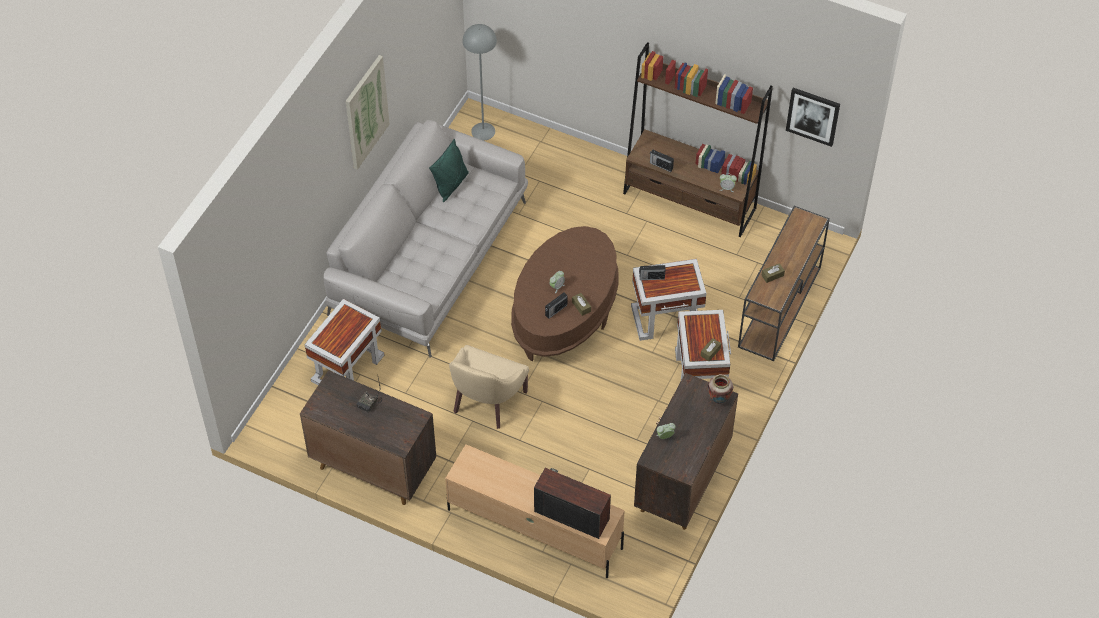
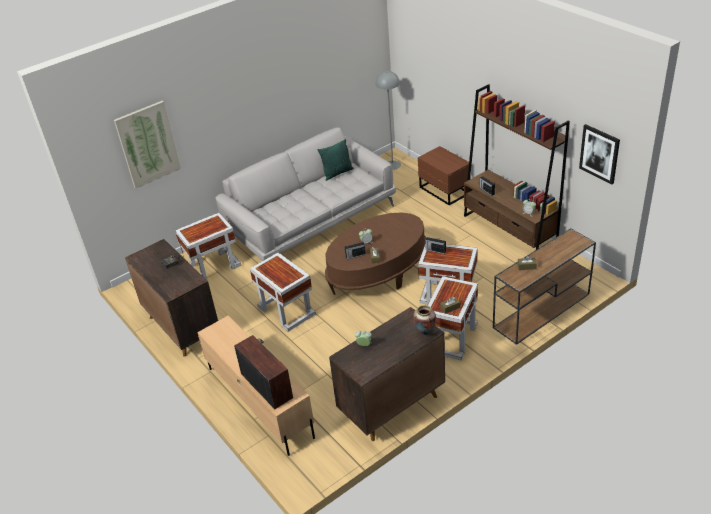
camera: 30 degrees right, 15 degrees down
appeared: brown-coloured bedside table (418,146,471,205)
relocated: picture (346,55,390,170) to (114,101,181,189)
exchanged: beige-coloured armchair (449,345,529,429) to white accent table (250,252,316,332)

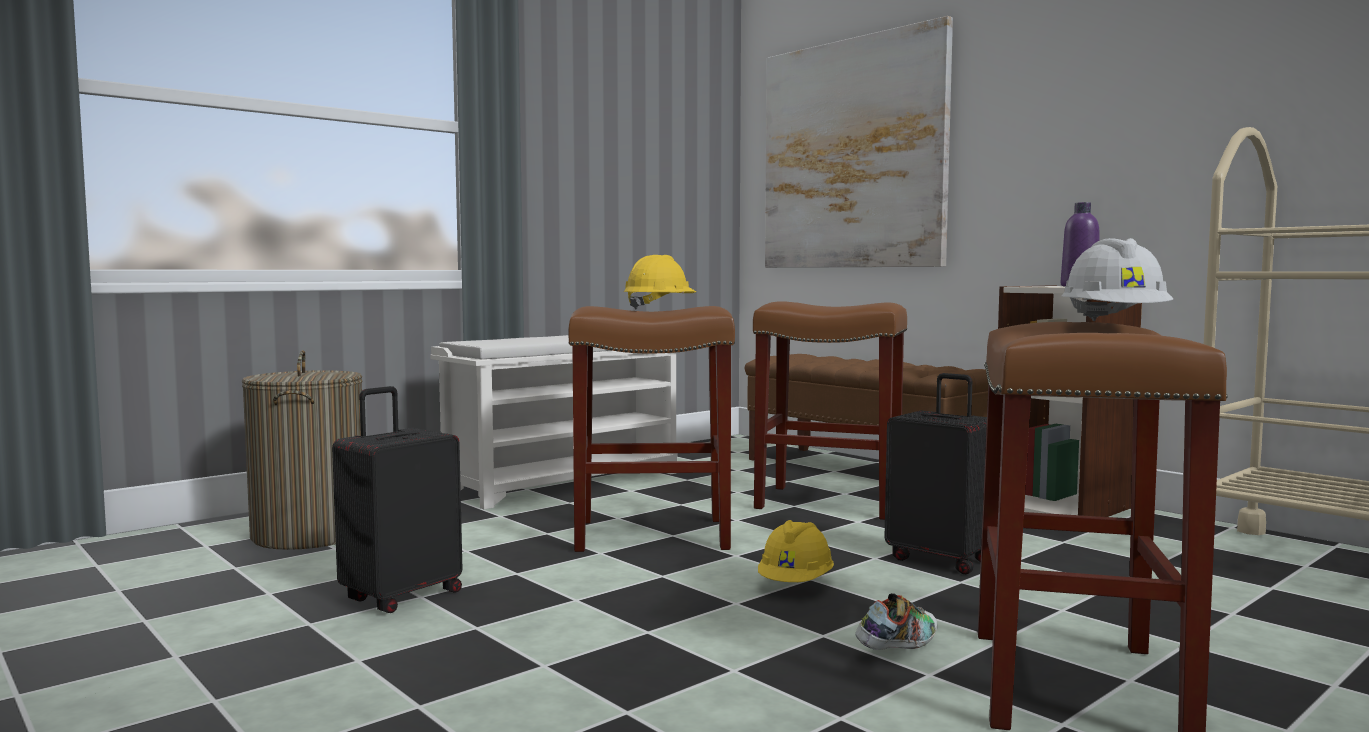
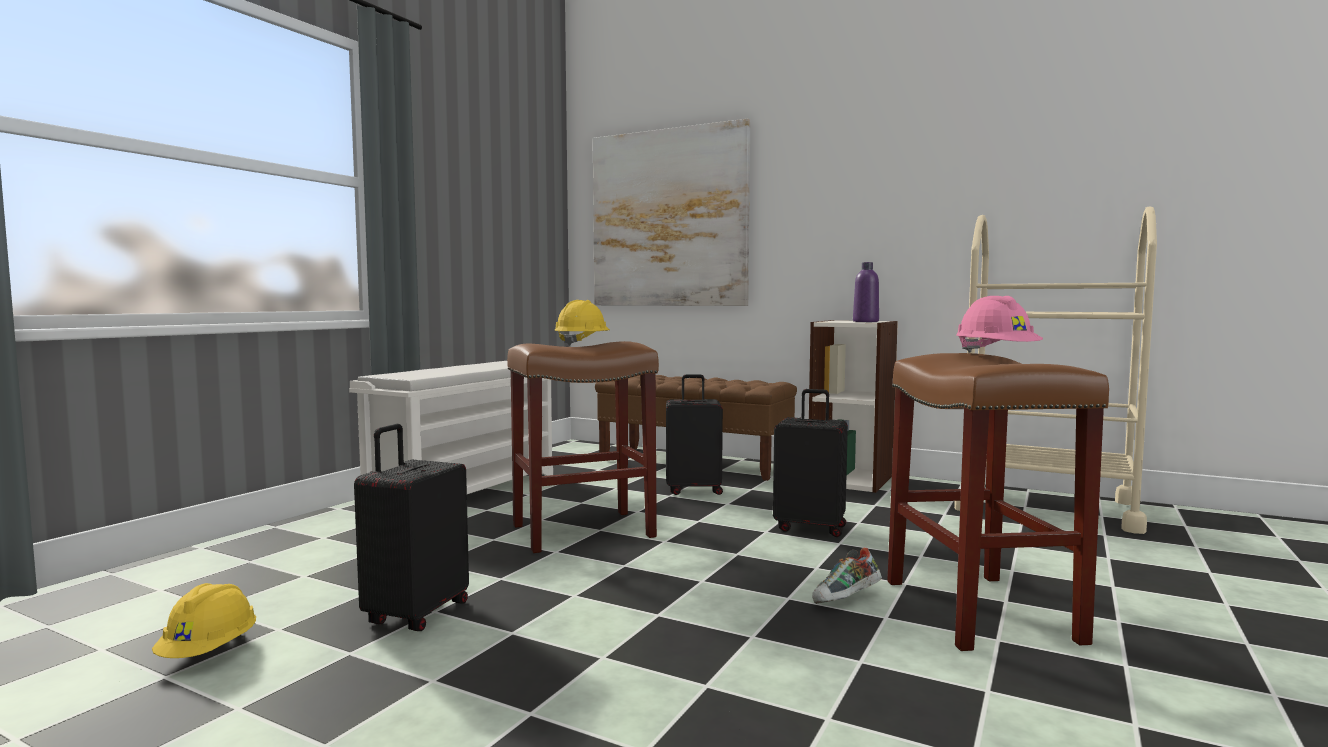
camera: 20 degrees left, 0 degrees up
missing: laundry basket (242,350,362,550)
relocated: yellow safety helmet (758,520,834,582) to (152,583,256,658)
exchanged: brown-coloured sitting stool (753,301,907,520) to black suitcase (666,375,723,495)
colour: white safety helmet (1062,238,1173,321) to pink-coloured safety helmet (956,296,1043,353)
spun: item of footwear (855,593,937,650) = (812,548,882,604) 150 degrees counterclockwise

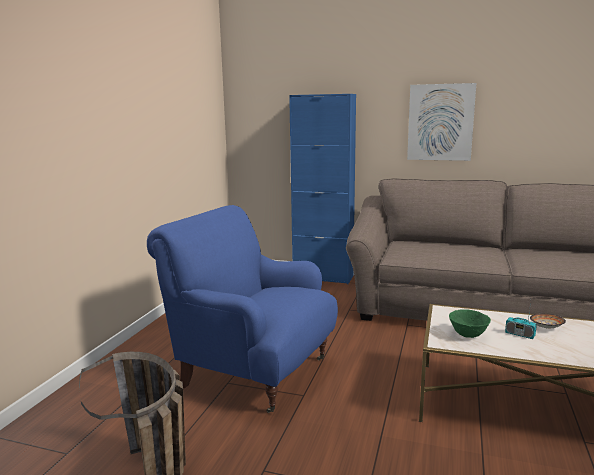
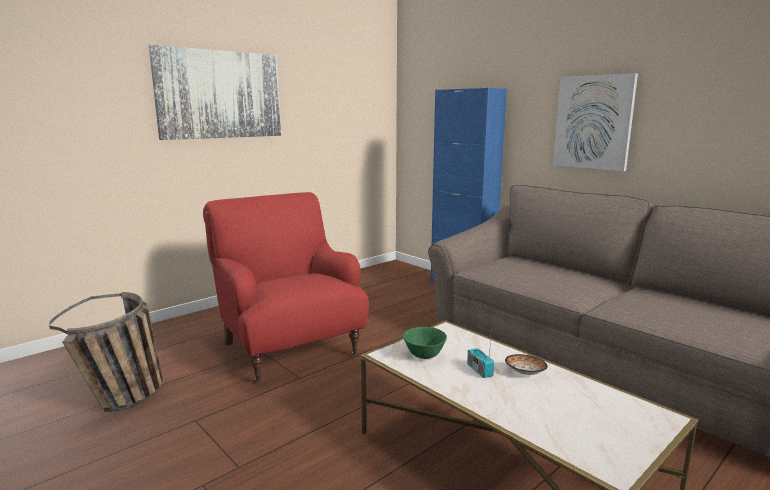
camera: 30 degrees right, 0 degrees up
appeared: picture (149,45,281,140)
colour: blue armchair (147,205,338,413) to red armchair (203,192,369,382)

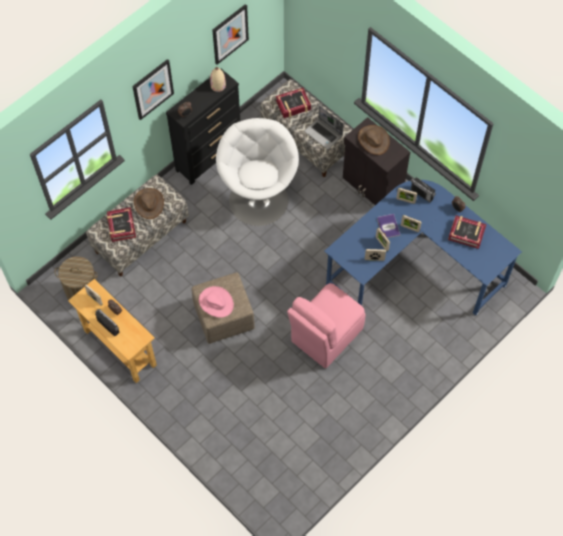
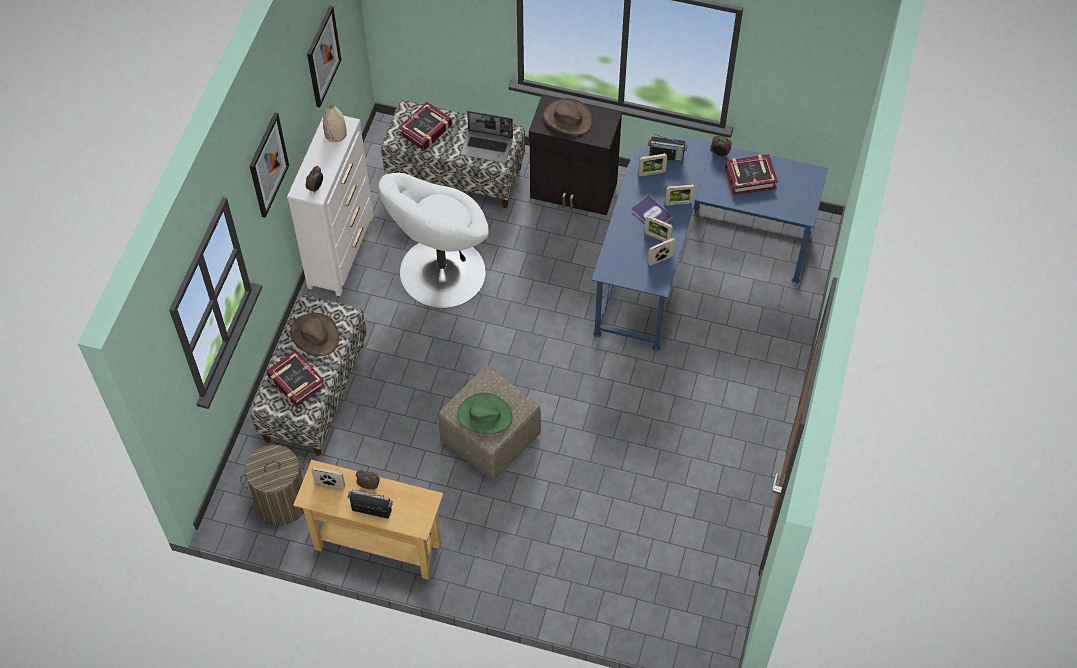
camera: 30 degrees left, 5 degrees down
missing: pink-coloured plain chair (287,283,366,368)
colour: black drawer chest (166,69,240,185) to white drawer chest (287,116,374,296); pink-coloured hat (199,286,234,318) to greenish hat (457,393,513,434)
spun: white armchair (216,118,299,226) = (378,173,489,308) 105 degrees counterclockwise

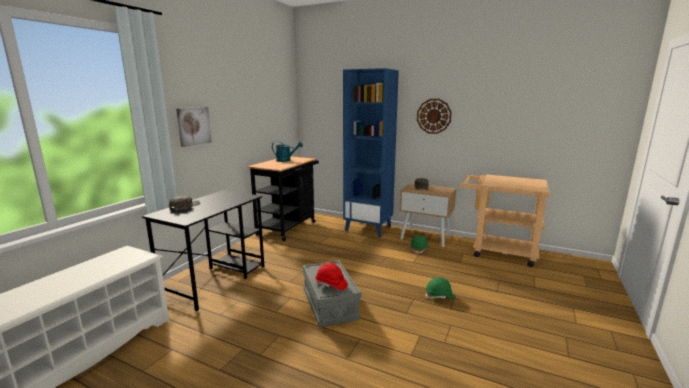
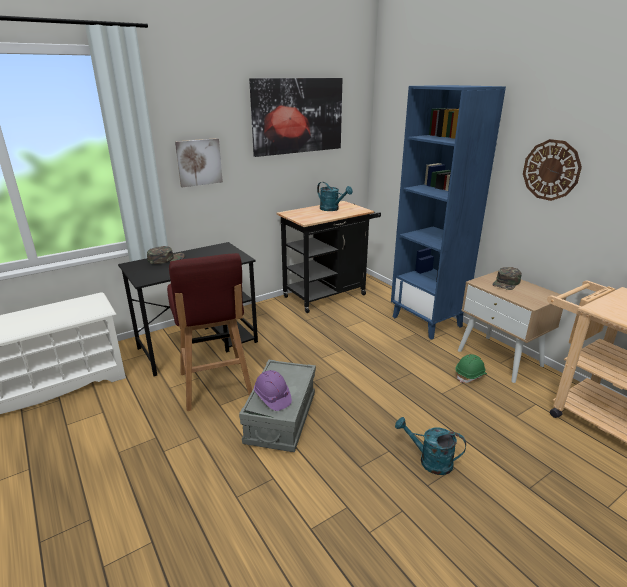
camera: 30 degrees right, 10 degrees up
appeared: red sitting stool (167,253,252,411); picture (249,78,342,157)
exchanged: greenish safety helmet (425,277,455,299) to turquoise watering pot (395,417,466,475)
colour: red safety helmet (315,263,348,290) to purple-coloured safety helmet (254,370,292,411)

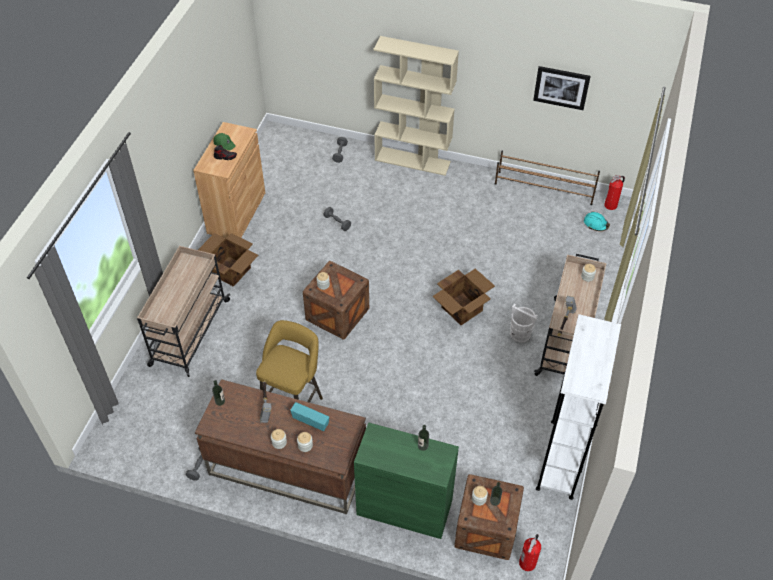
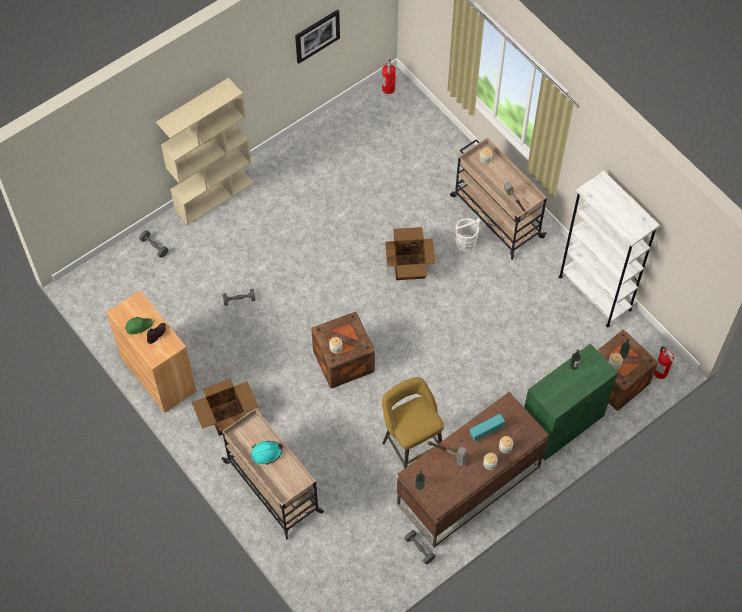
camera: 55 degrees left, 10 degrees up
missing: brown-coloured shoe rack (495,151,600,205)
relocated: turquoise safety helmet (584,211,610,231) to (251,441,283,465)

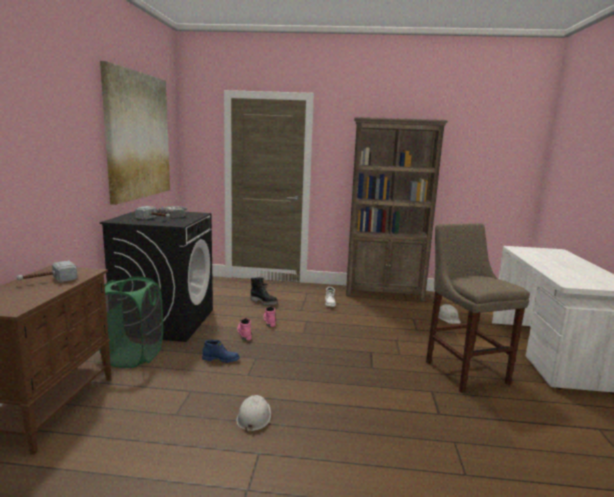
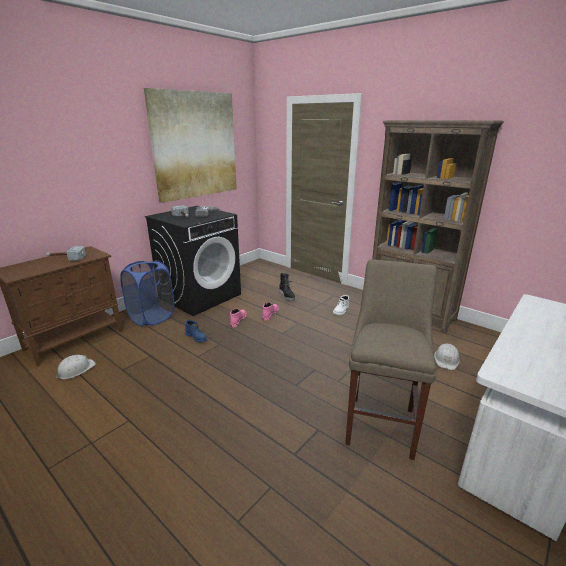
camera: 35 degrees right, 10 degrees up
relocated: white safety helmet (236,395,271,433) to (55,355,96,379)
colour: greenish laundry basket (99,276,163,368) to blue laundry basket (120,260,175,327)

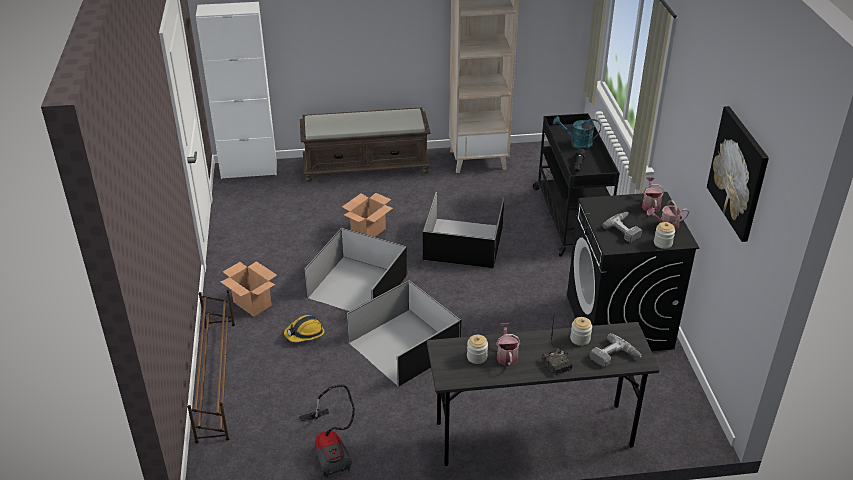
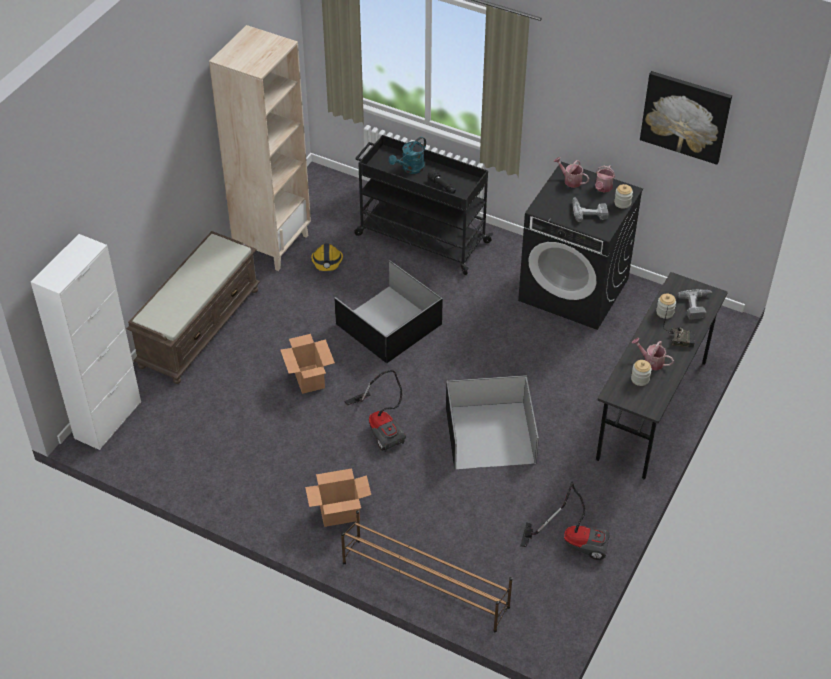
camera: 55 degrees left, 10 degrees up
relocated: safety helmet (284,315,325,342) to (311,243,343,271)
exchanged: black storage box (304,228,407,311) to vacuum (345,370,406,452)

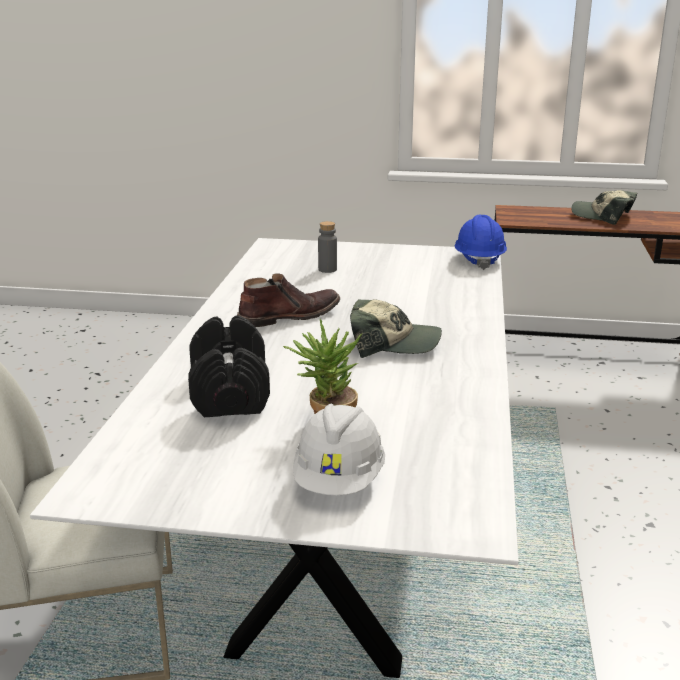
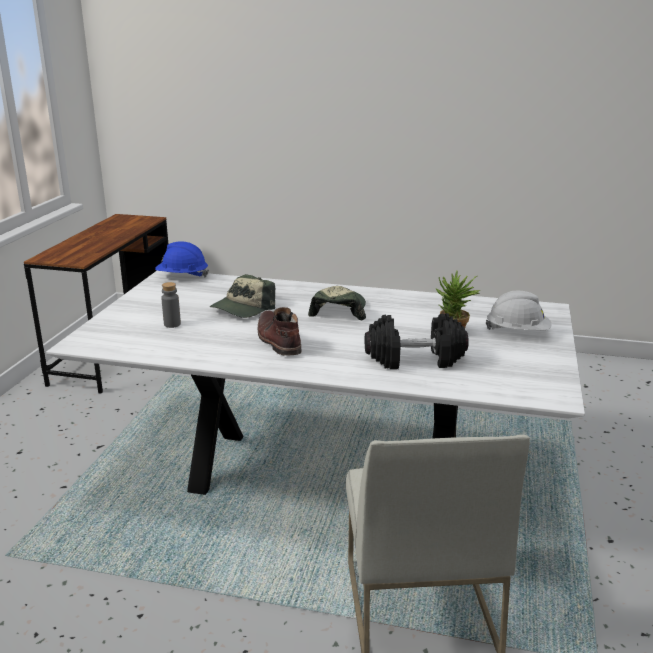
camera: 85 degrees left, 0 degrees up
relocated: peaked cap (572,190,638,225) to (210,274,275,318)

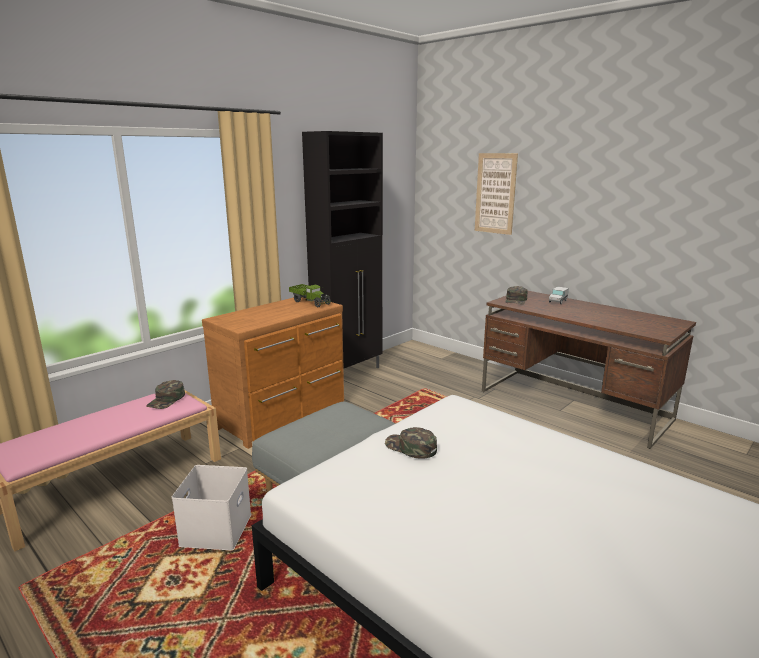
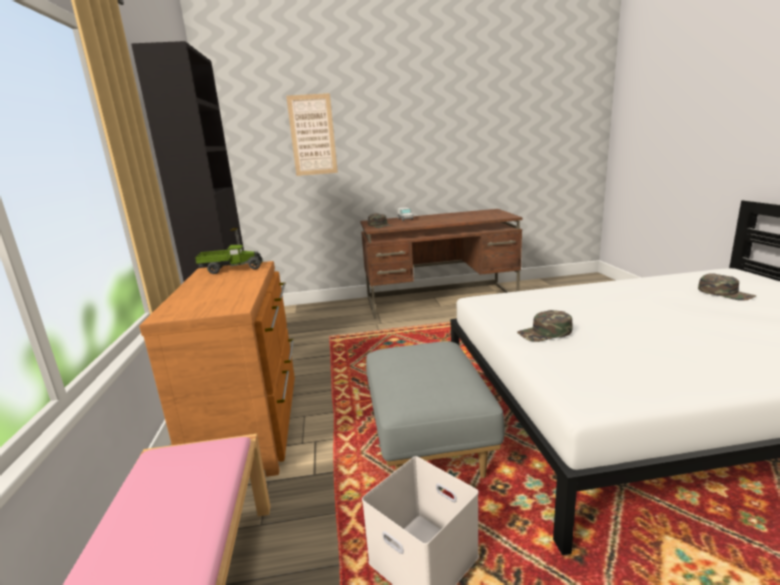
camera: 50 degrees left, 0 degrees up
relocated: greenish peaked cap (146,380,185,409) to (698,273,756,301)

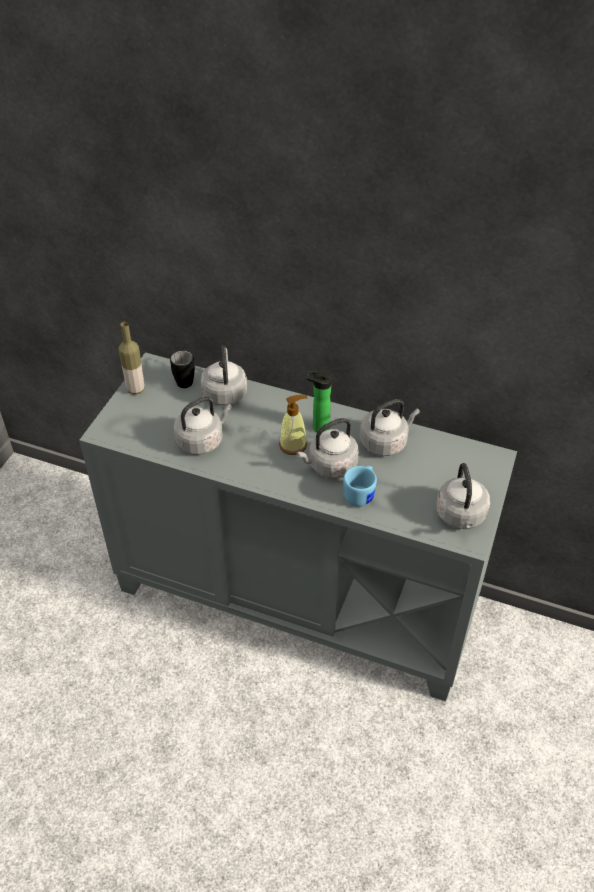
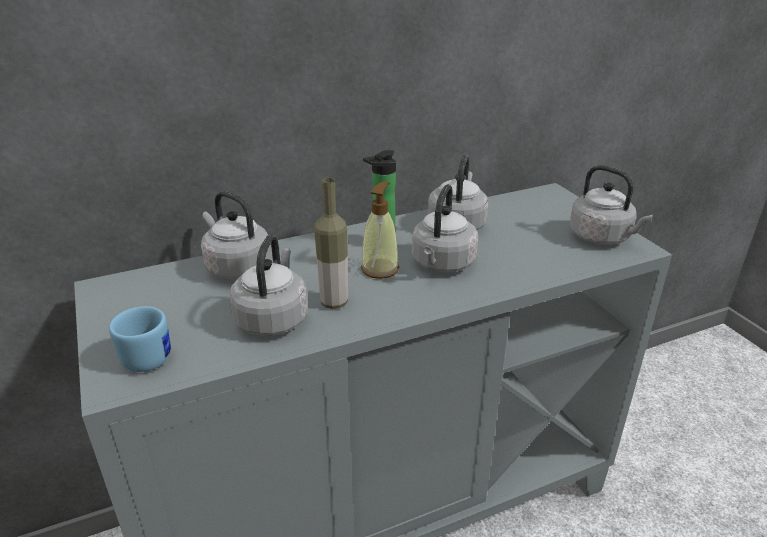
camera: 45 degrees left, 15 degrees down
missing: black tea mug (170,348,195,388)
relocated: drink bottle (118,322,145,395) to (314,178,348,309); blue tea mug (343,466,377,507) to (109,306,171,372)

